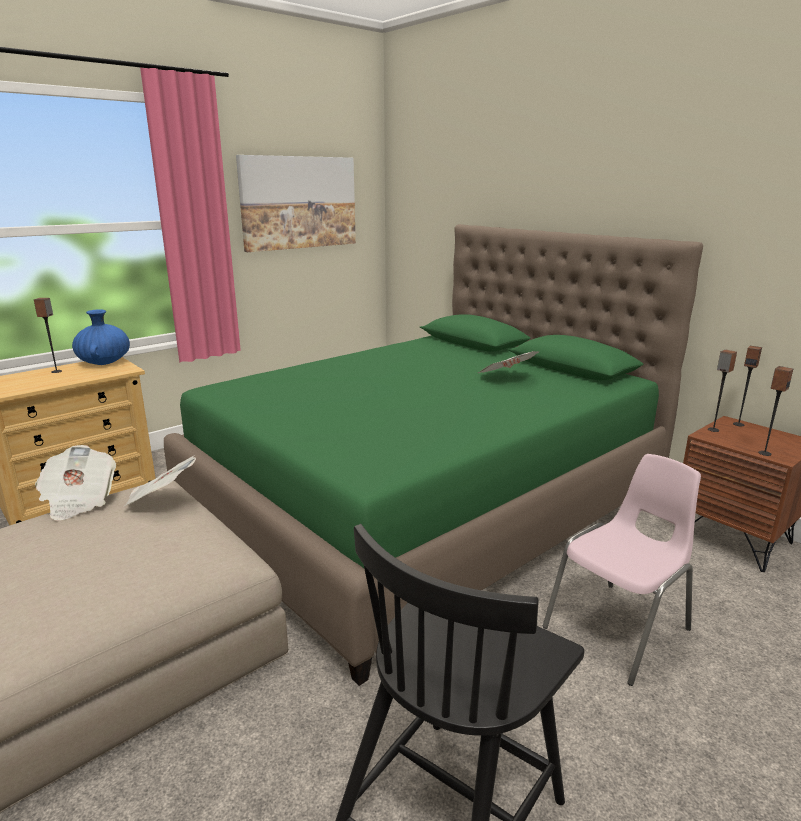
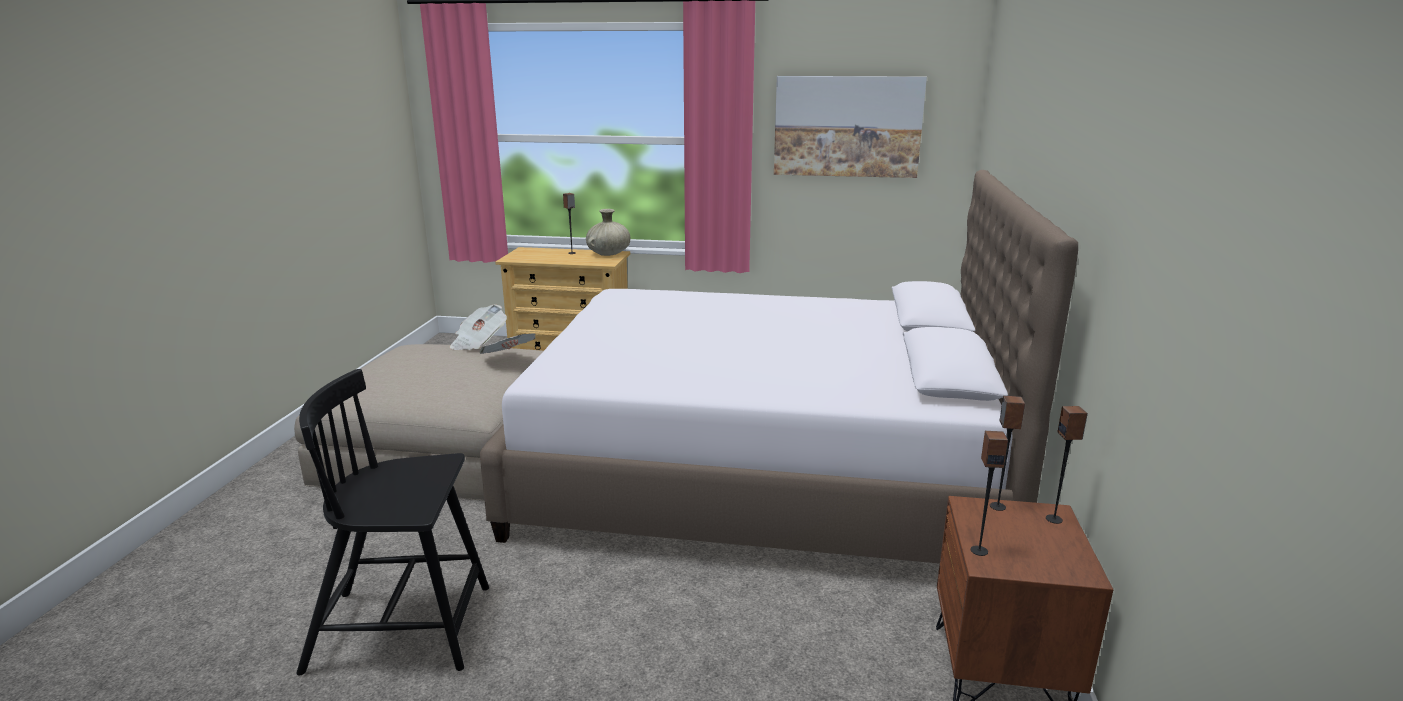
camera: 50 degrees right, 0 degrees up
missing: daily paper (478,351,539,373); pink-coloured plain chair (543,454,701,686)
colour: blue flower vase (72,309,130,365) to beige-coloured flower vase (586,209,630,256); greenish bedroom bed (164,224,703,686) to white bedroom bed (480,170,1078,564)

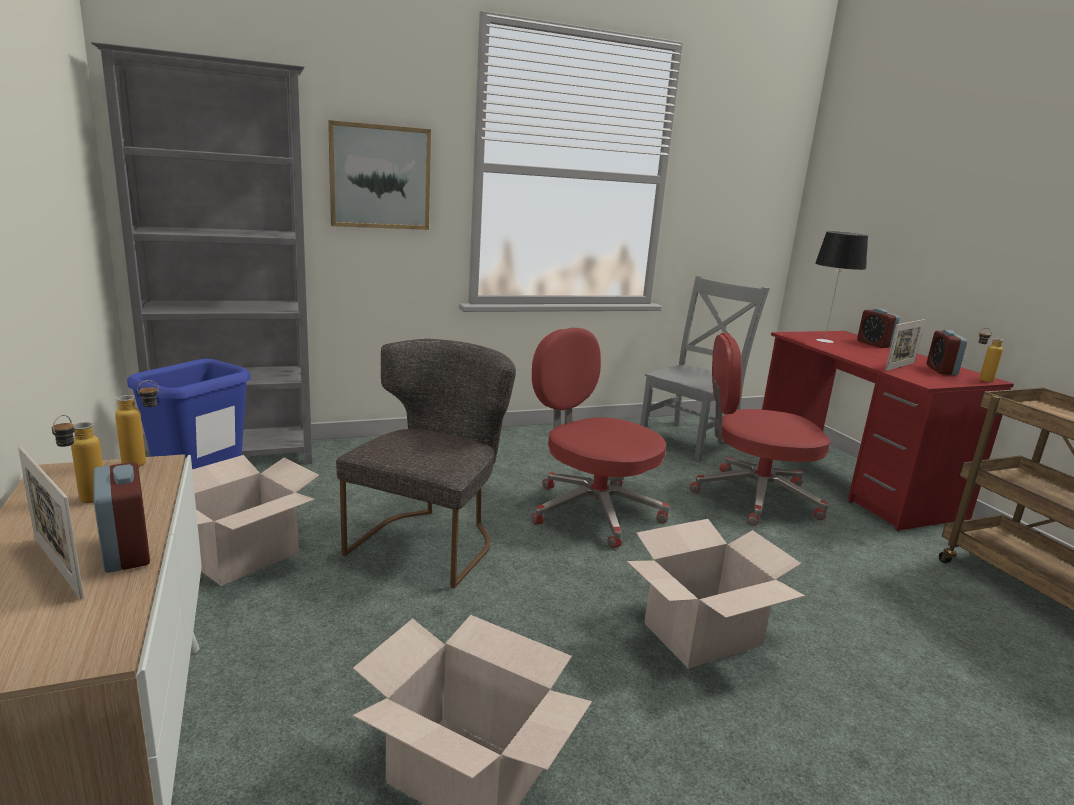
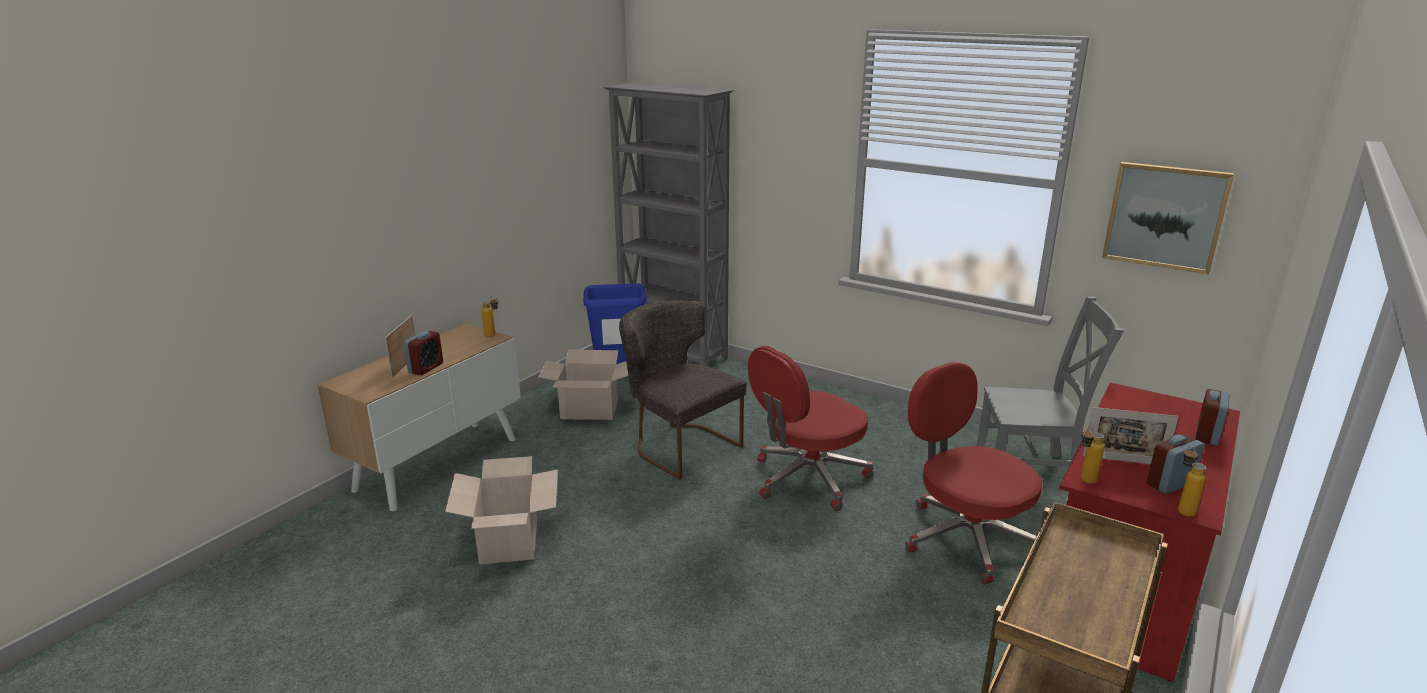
camera: 55 degrees right, 5 degrees up
missing: carton (627,519,805,669); lamp for a table (815,231,868,343)
relocated: drink bottle (52,415,103,503) to (1081,428,1105,484); picture (328,120,431,230) to (1102,162,1234,275)
spun: greyish plain chair (336,339,516,588) = (619,300,747,480) 120 degrees counterclockwise; red computer chair (531,328,670,549) = (748,346,874,511) 135 degrees counterclockwise

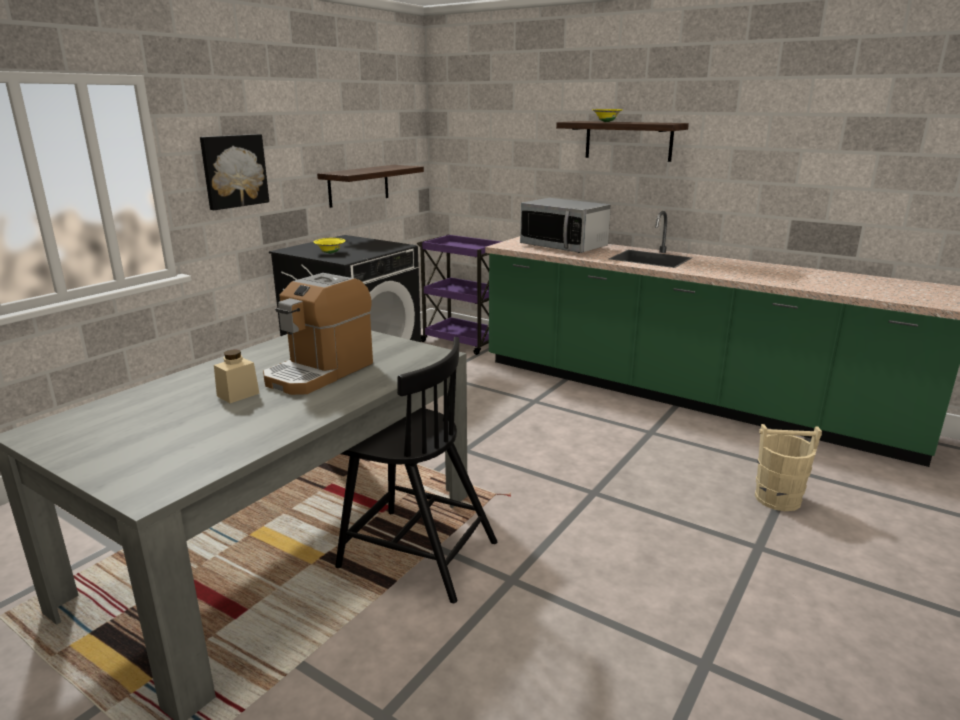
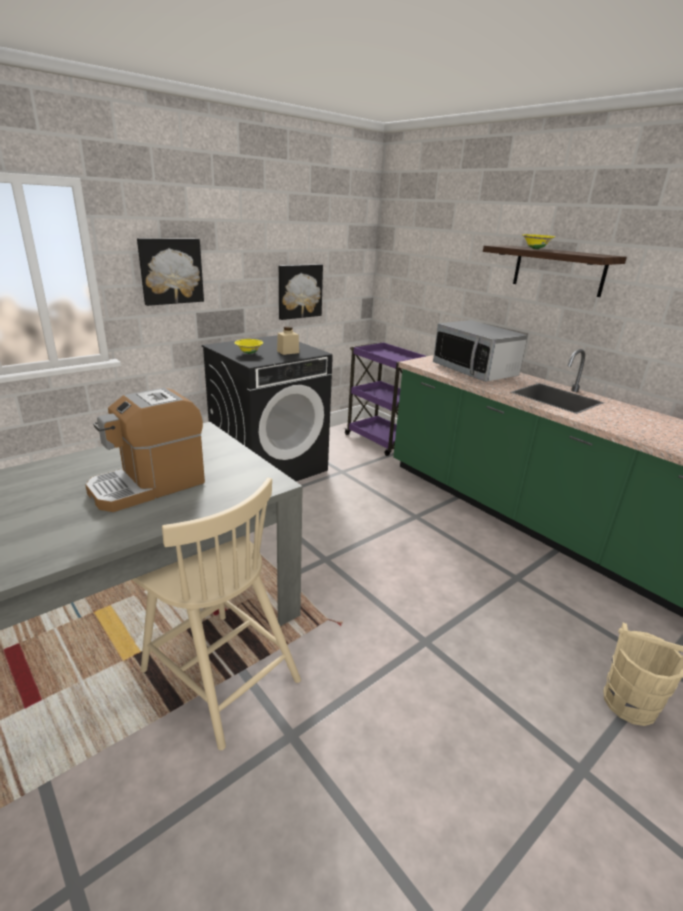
camera: 15 degrees right, 5 degrees up
relocated: beige-coloured preserve jar (214,349,260,403) to (277,326,299,355)
exchanged: wall shelf (317,165,424,208) to picture (279,264,323,320)
colour: black plain chair (335,337,497,603) to beige-coloured plain chair (131,478,301,750)

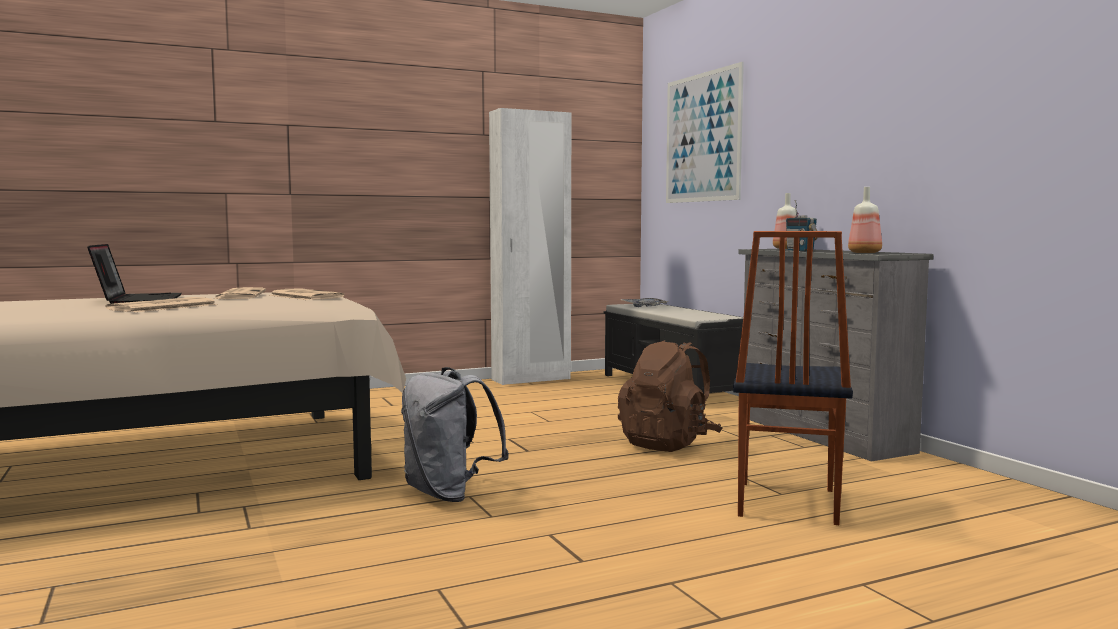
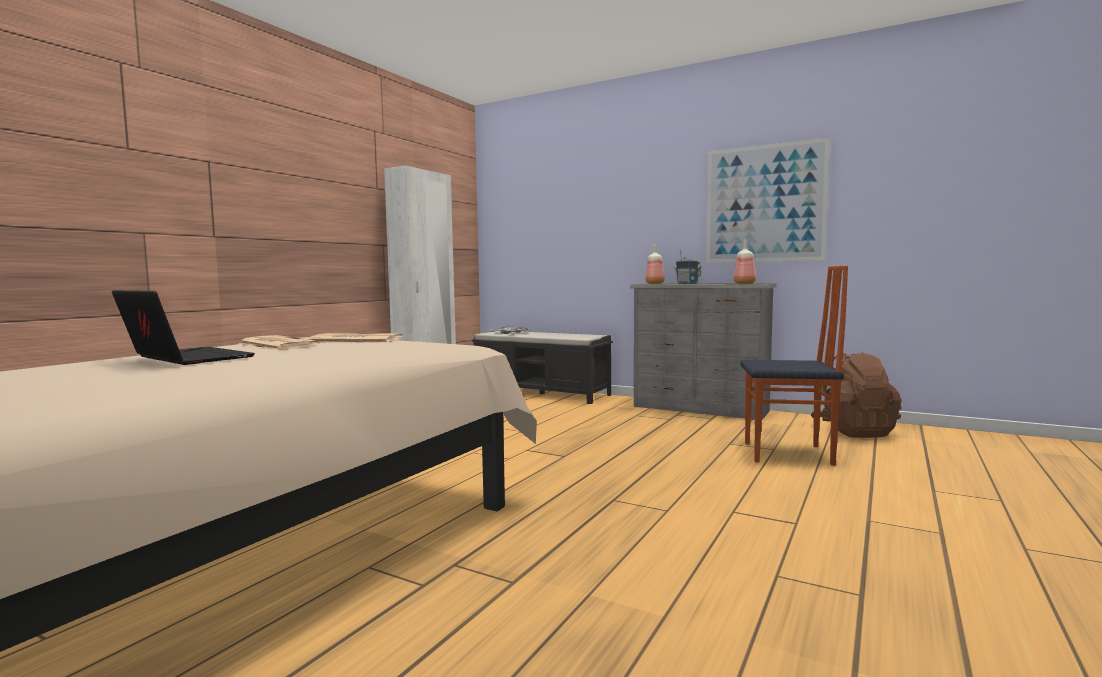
camera: 35 degrees left, 0 degrees up
missing: daily paper (106,297,217,312); greyish backpack (401,367,509,502)
relocated: brown-coloured backpack (618,340,722,452) to (811,353,902,438); picture (666,62,744,203) to (706,138,830,263)
spun: plain chair (733,231,853,525) = (740,266,848,466) 60 degrees counterclockwise

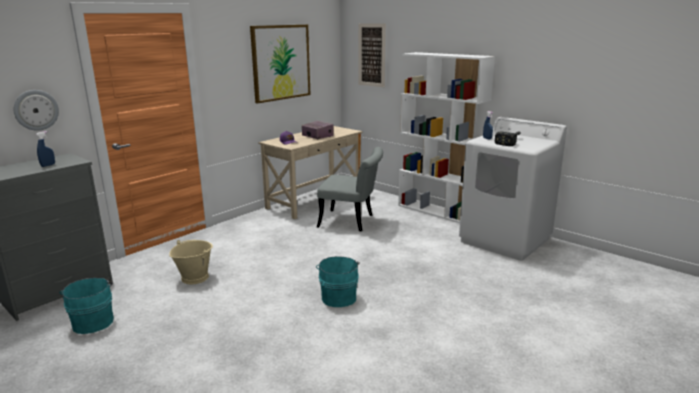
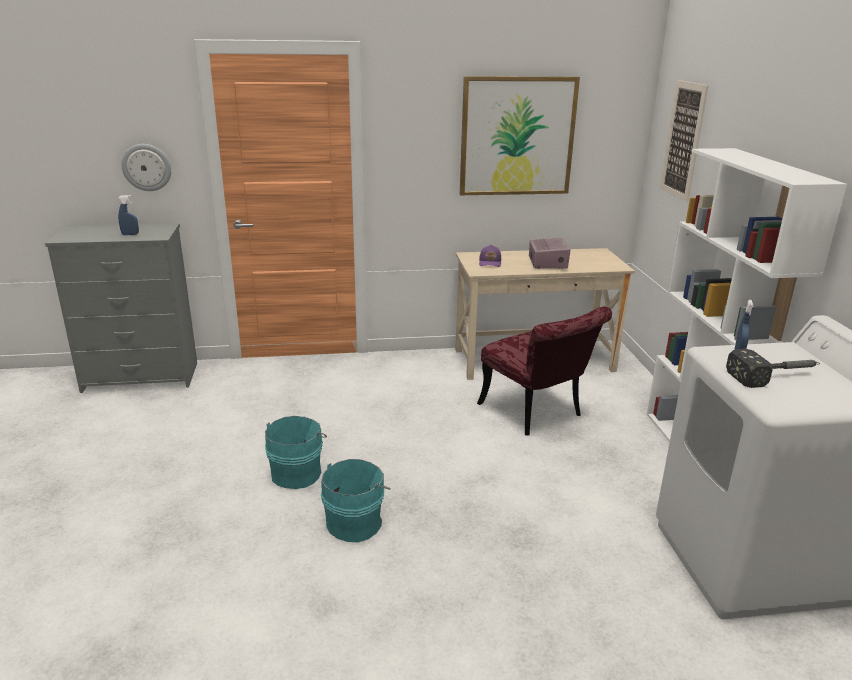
camera: 40 degrees right, 5 degrees up
missing: beige-coloured pail (169,240,213,284)
relocated: turquoise pail (59,278,114,334) to (265,416,327,489)
colour: greyish plain chair (317,147,383,232) to red plain chair (477,306,612,435)

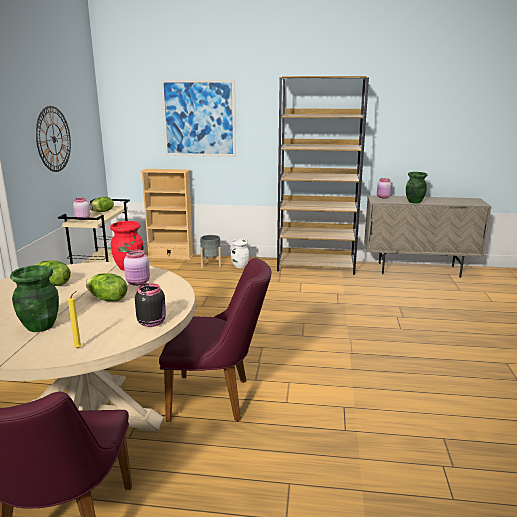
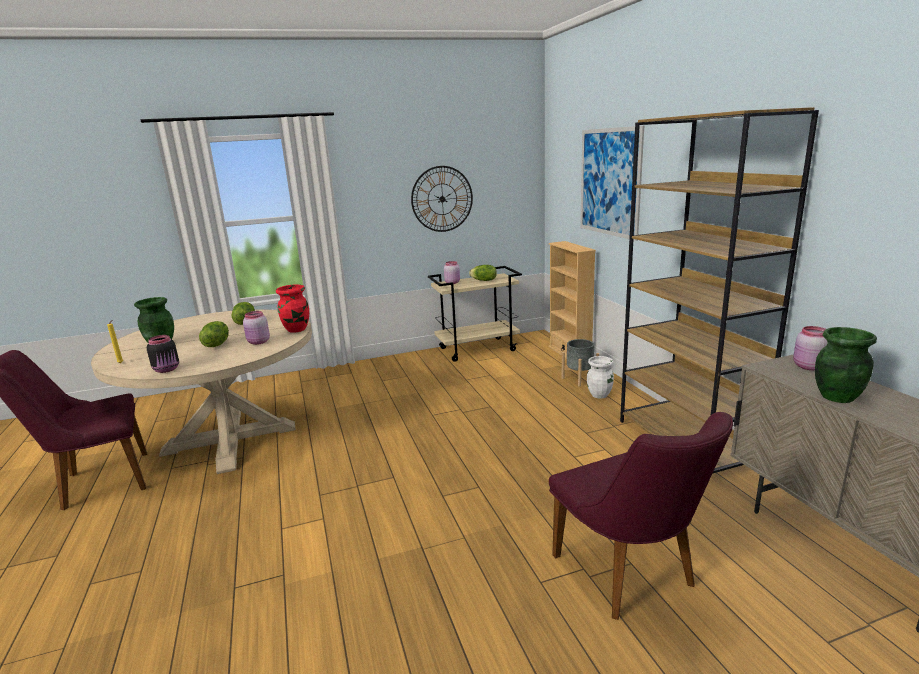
camera: 65 degrees right, 0 degrees up
relocated: purple-coloured plain chair (159,258,271,422) to (549,412,733,620)

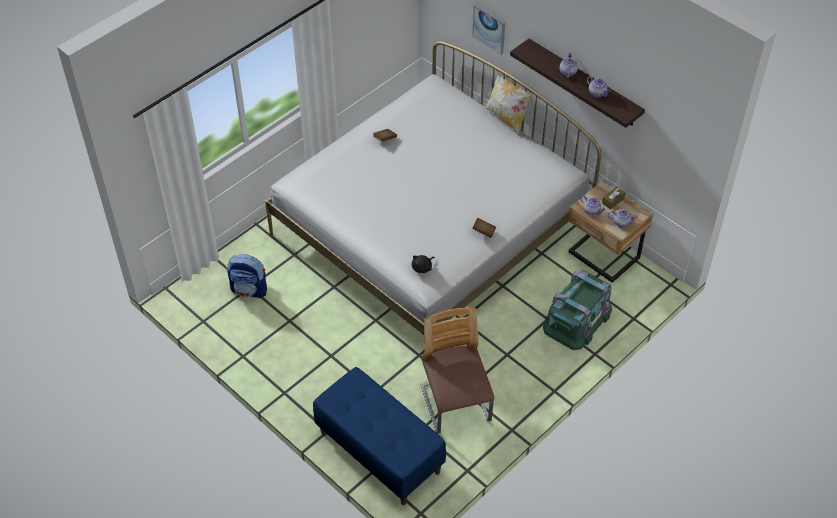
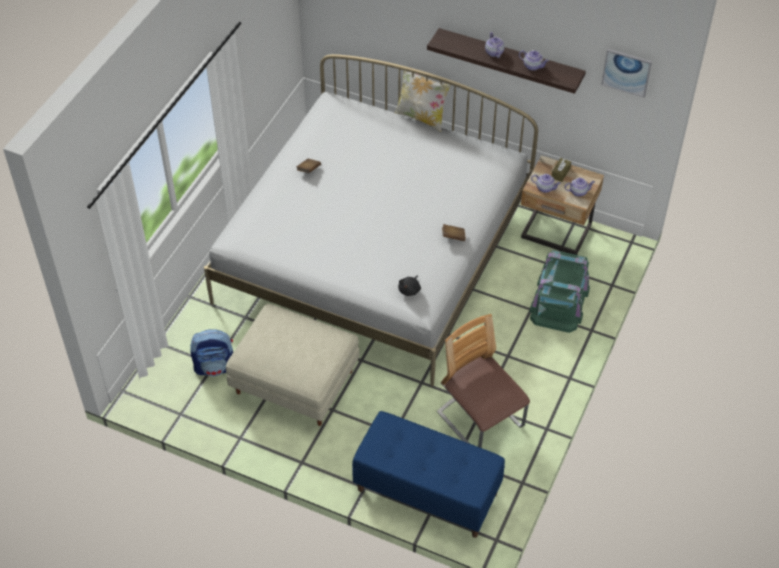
camera: 20 degrees left, 0 degrees up
appeared: beige-coloured ottoman (226,304,360,426)
relocated: picture (472,4,505,55) to (601,49,652,97)

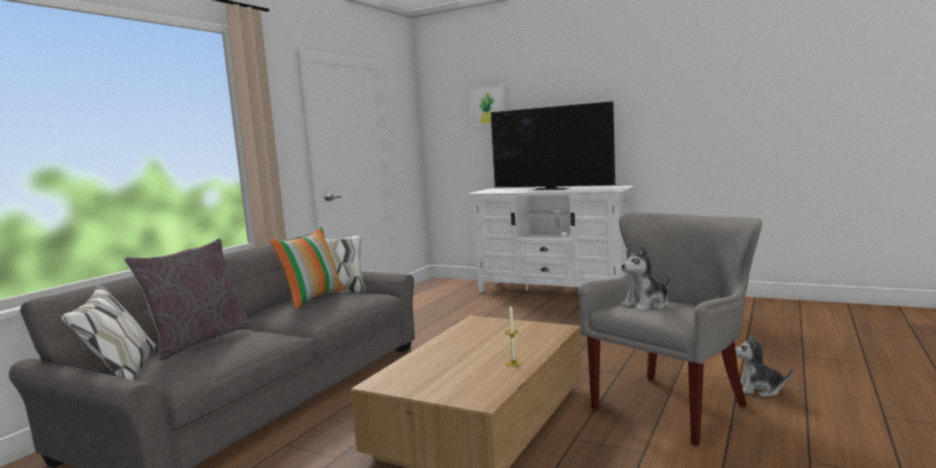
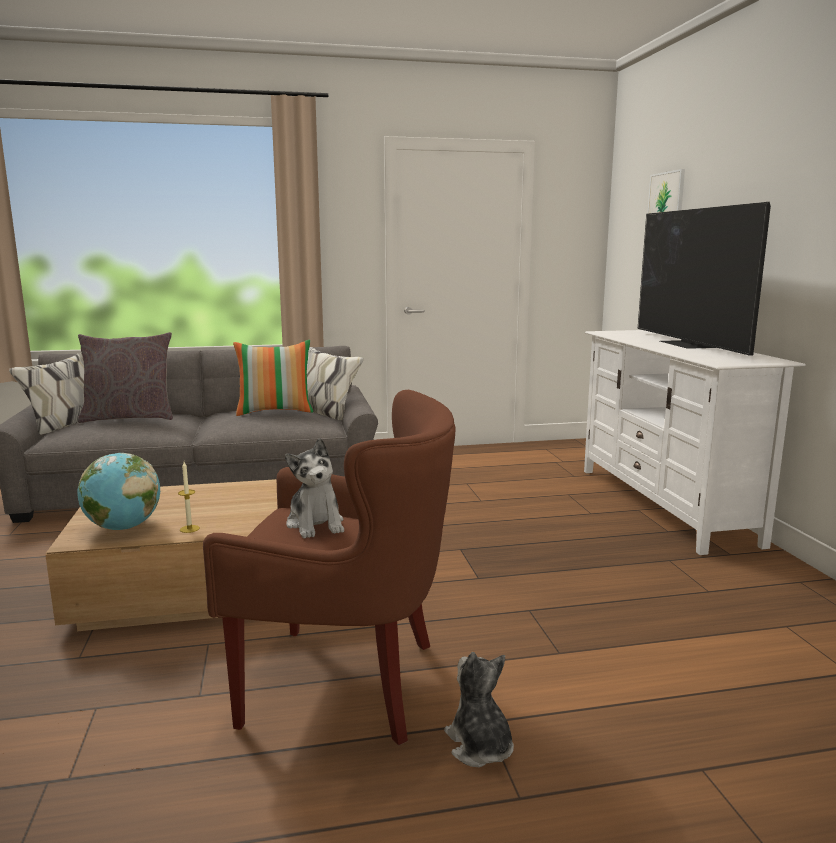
camera: 50 degrees right, 5 degrees up
appeared: world globe (77,453,160,530)
colour: greyish armchair (579,212,762,446) to brown-coloured armchair (203,390,456,745)
spun: soft toy (621,246,670,311) = (285,438,344,539) 135 degrees counterclockwise

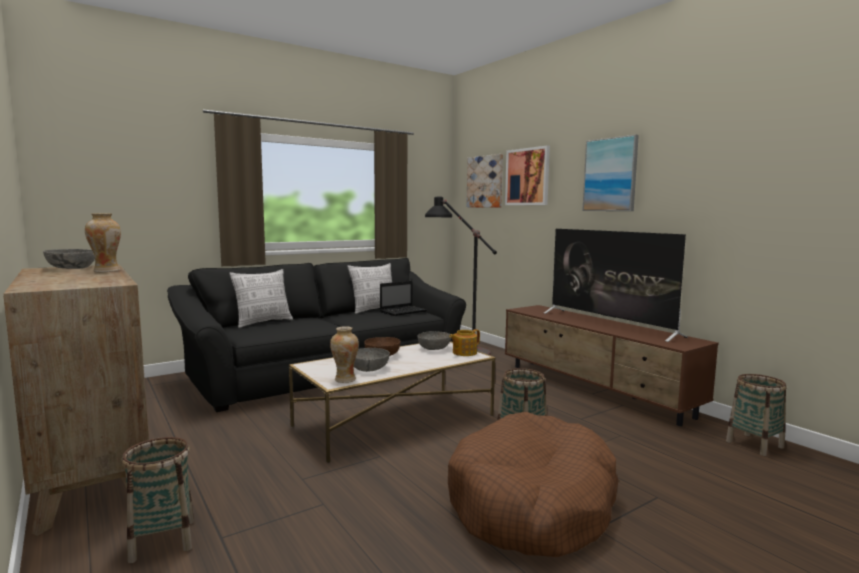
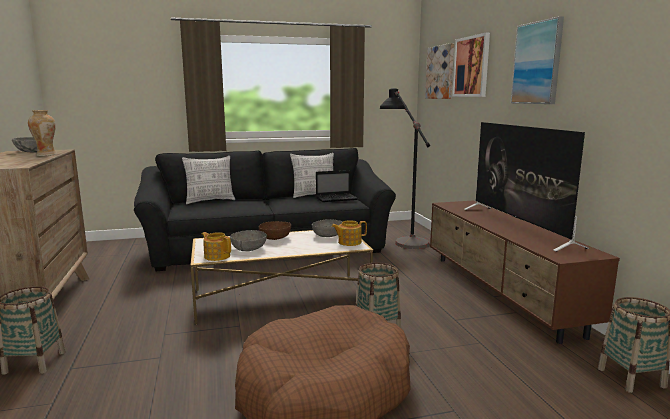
camera: 20 degrees right, 5 degrees up
exchanged: flower vase (330,326,359,383) to teapot (202,232,231,261)

